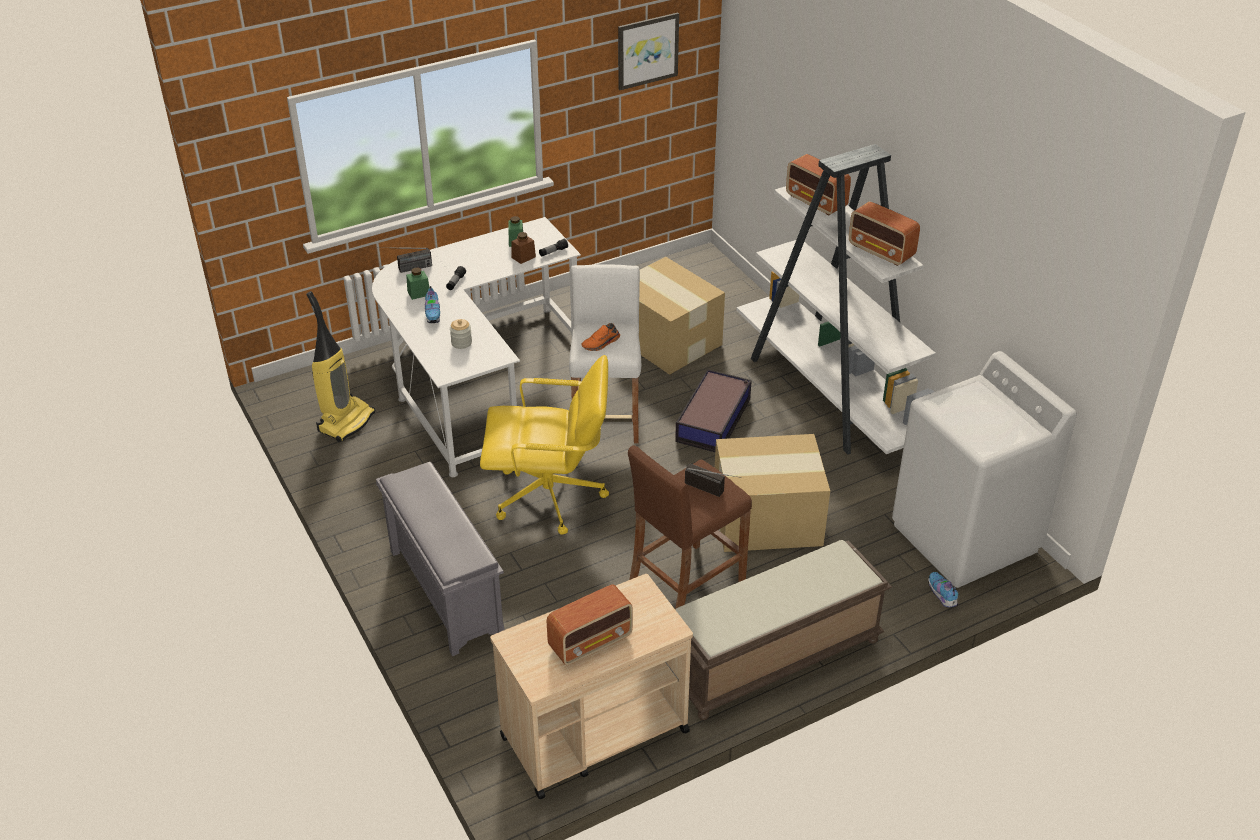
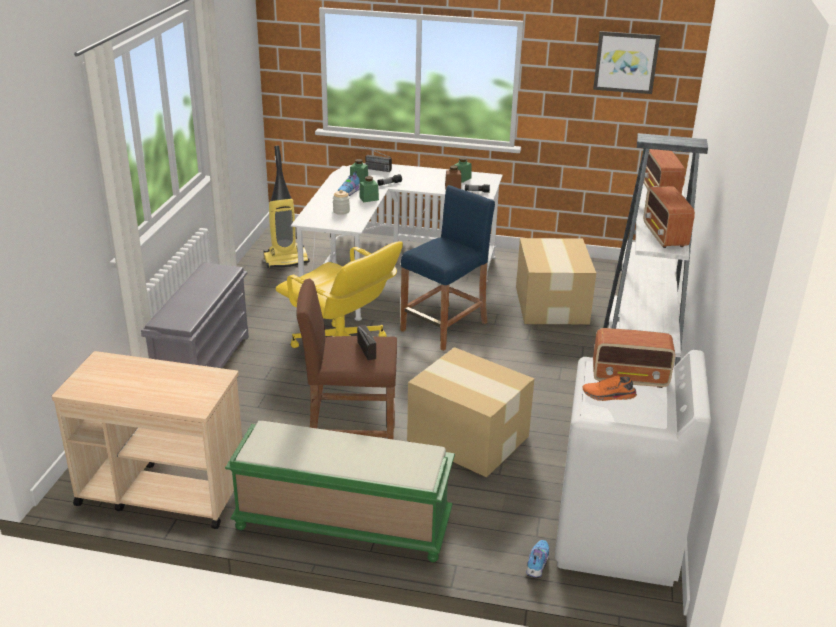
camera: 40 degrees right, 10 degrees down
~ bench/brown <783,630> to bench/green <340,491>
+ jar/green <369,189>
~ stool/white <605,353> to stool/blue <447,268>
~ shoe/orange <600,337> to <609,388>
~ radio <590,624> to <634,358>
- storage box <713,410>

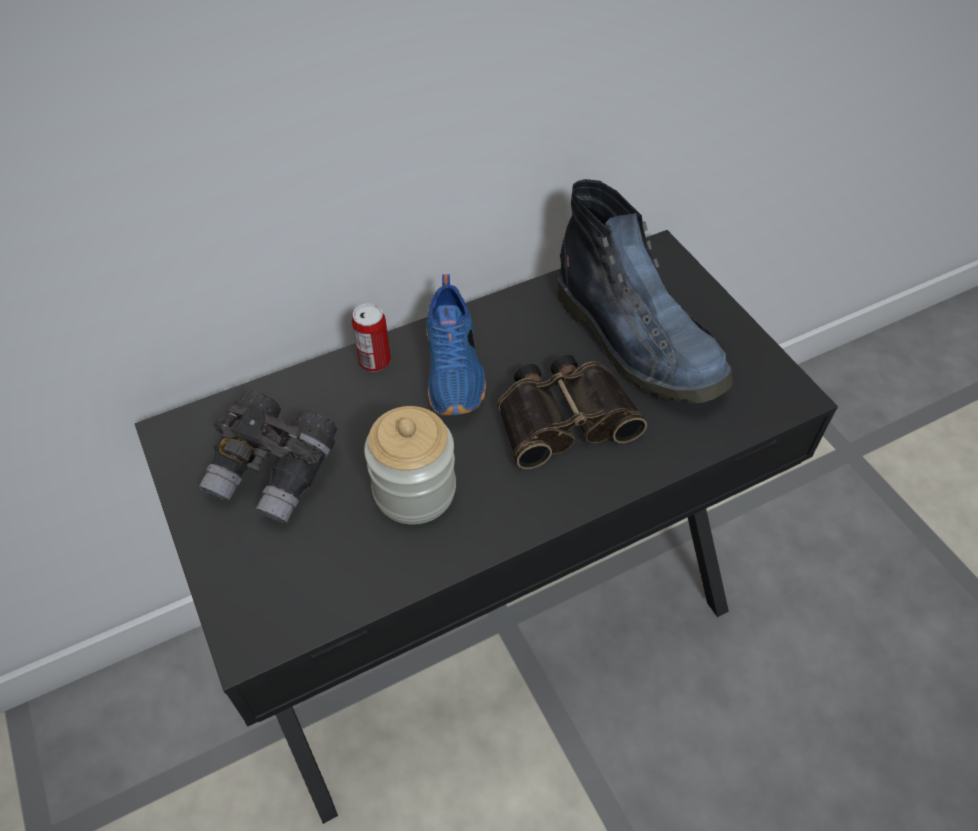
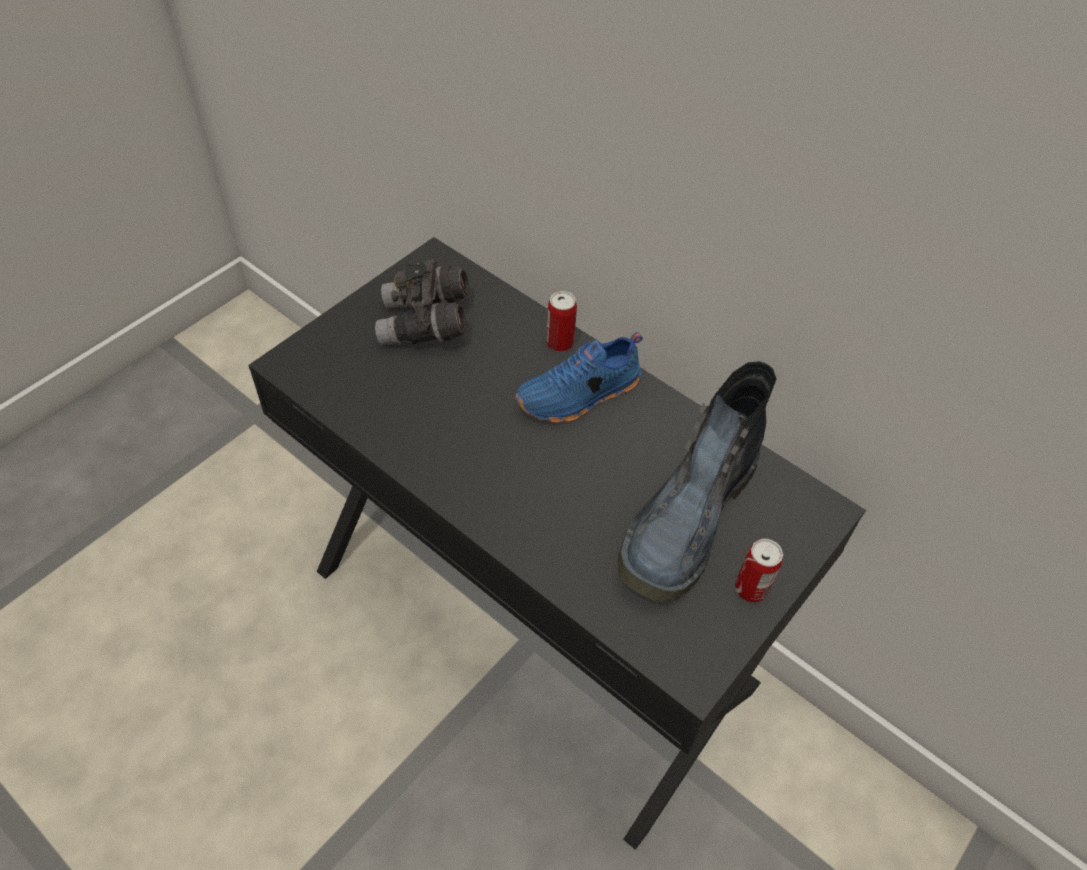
camera: 65 degrees right, 0 degrees up
+ can <759,571>
- jar <410,465>
- binoculars <572,412>

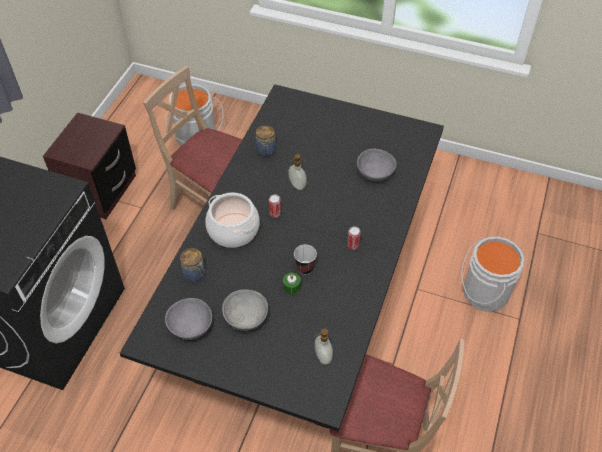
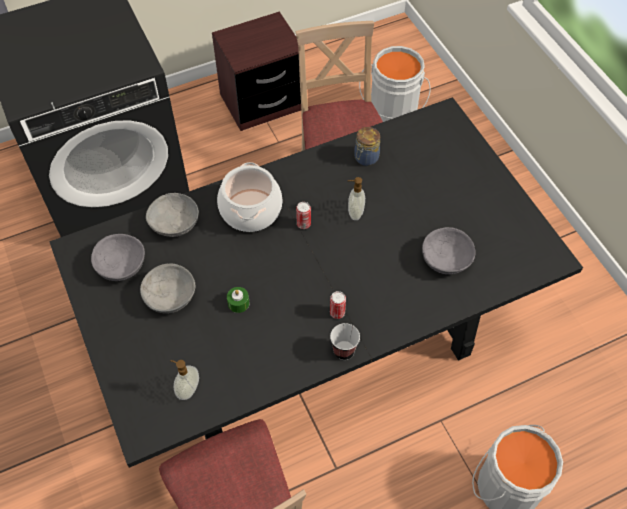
camera: 45 degrees right, 5 degrees up
~ jar <192,265> to bowl/grey <172,215>
~ cup <305,260> to <345,341>

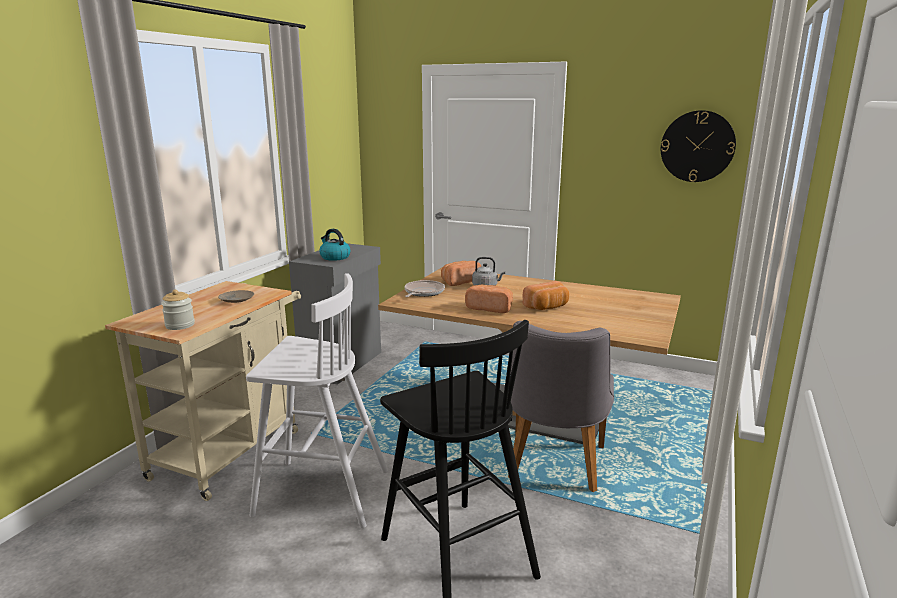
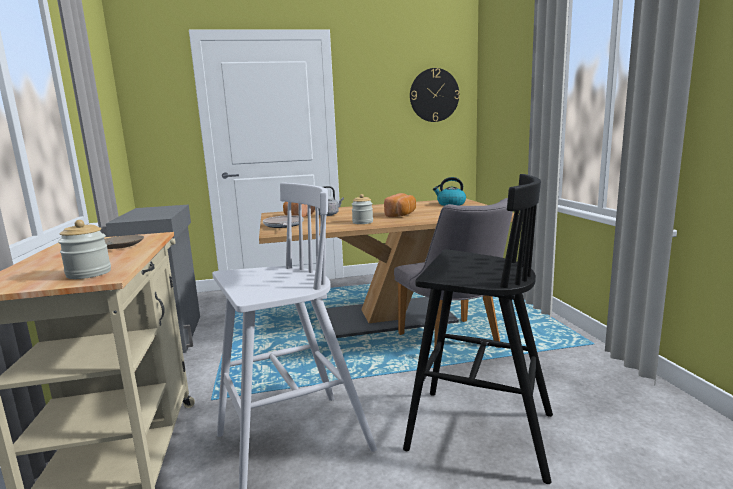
camera: 35 degrees left, 5 degrees down
~ bread <489,299> to jar <362,209>
~ kettle <334,245> to <449,191>

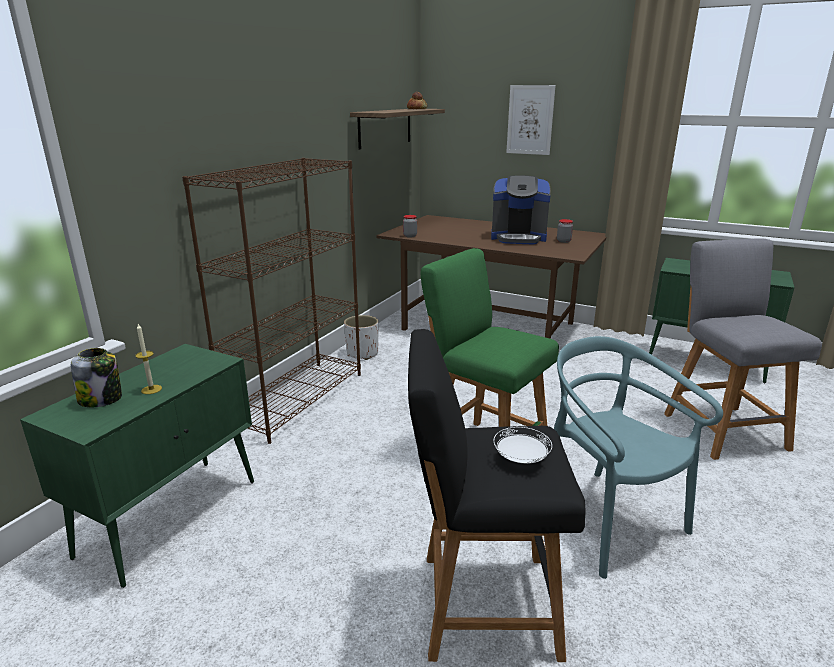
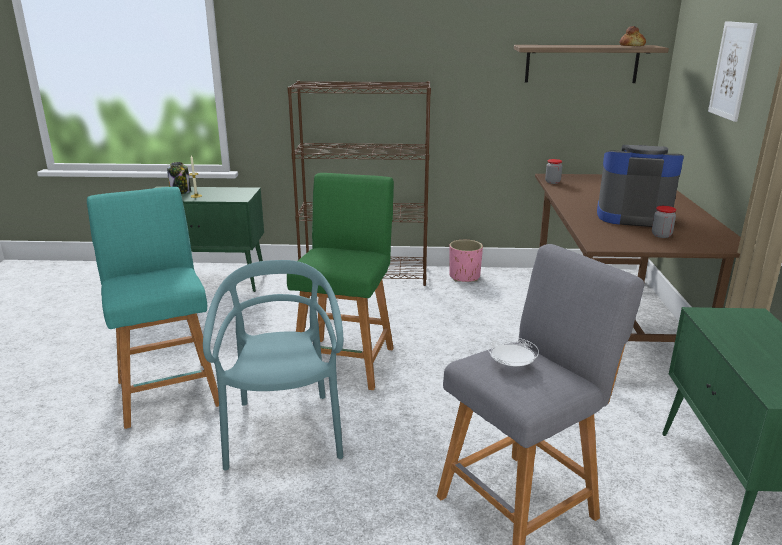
camera: 65 degrees right, 0 degrees up
~ stool/black <497,495> to stool/turquoise <153,308>
~ chair/turquoise <638,457> = <273,365> 45 degrees counterclockwise
~ planter/white <361,337> to planter/pink <466,261>
~ plate/white <523,445> to <513,351>
~ coffee machine <521,209> = <640,186> 120 degrees clockwise

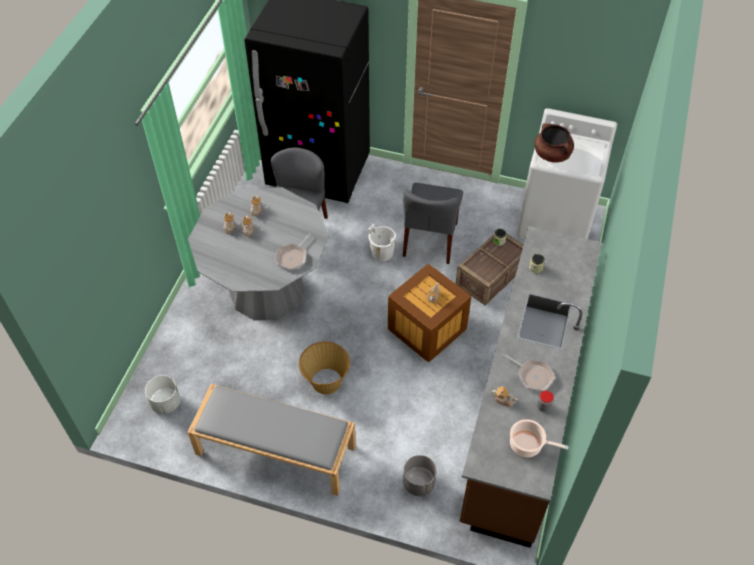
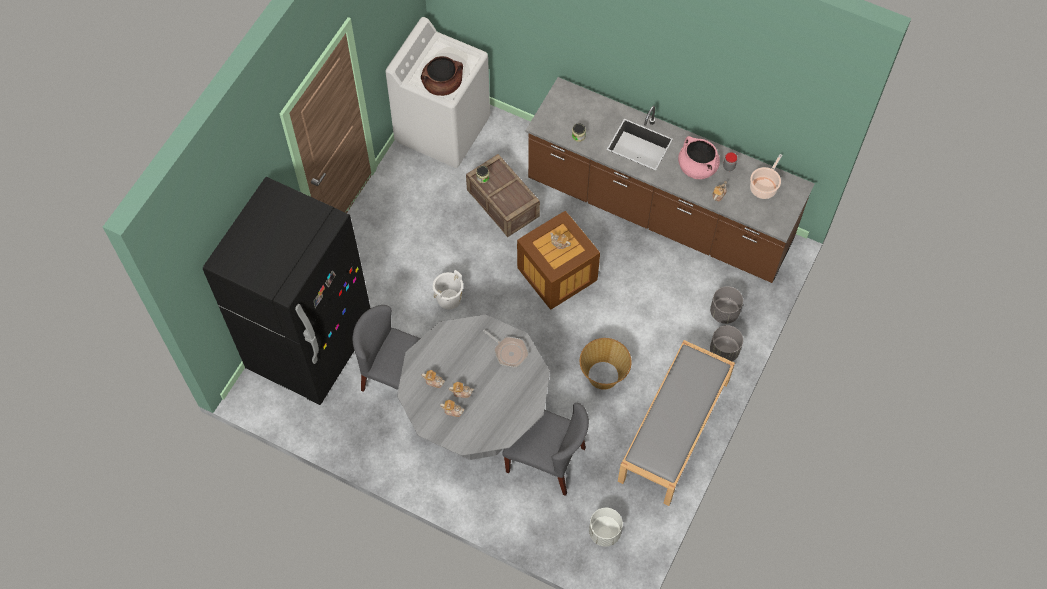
camera: 80 degrees left, 10 degrees up
~ chair/grey <433,223> to <545,449>
~ frying pan <529,372> to cooking pot/pink <699,157>
+ planter/grey <726,343>

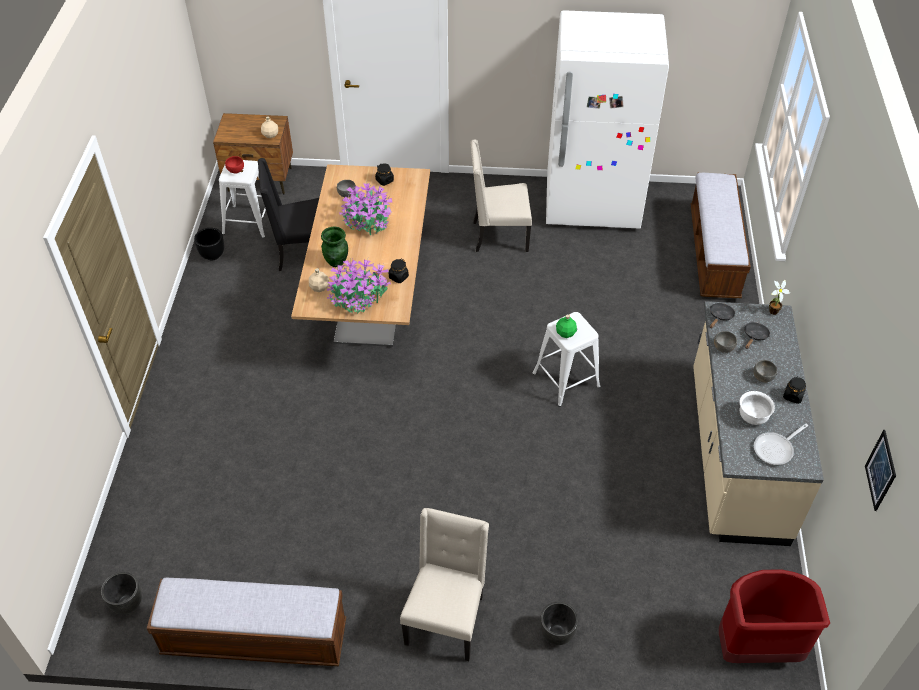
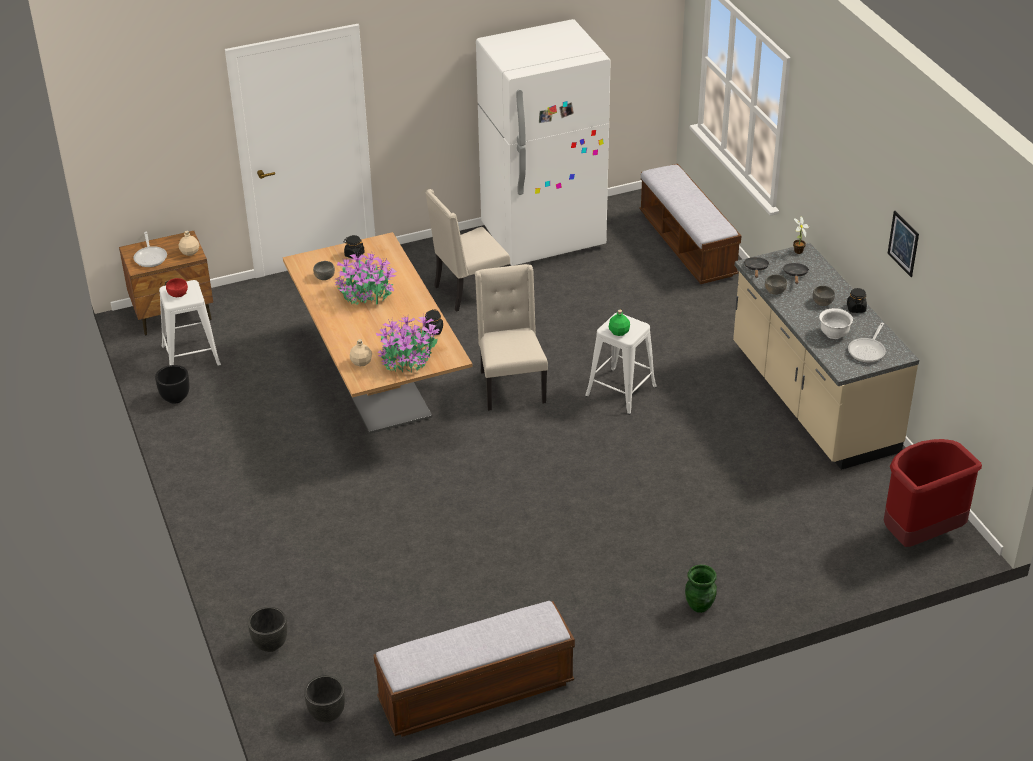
camera: 25 degrees left, 10 degrees down
+ frying pan <150,249>
~ planter/black <559,623> to <267,629>
~ chair/beige <444,584> to <511,337>
~ vase/green <334,246> to <701,589>
~ picture <880,470> to <903,244>
- chair/black <288,214>

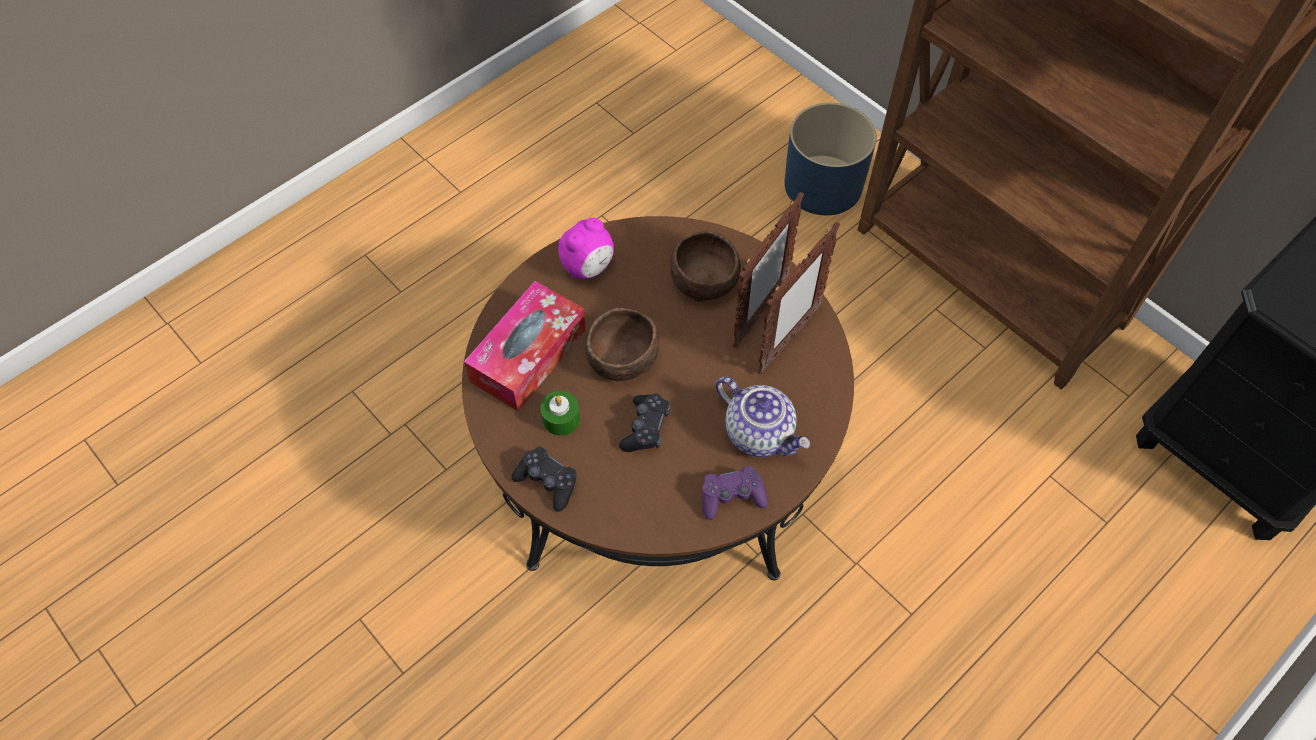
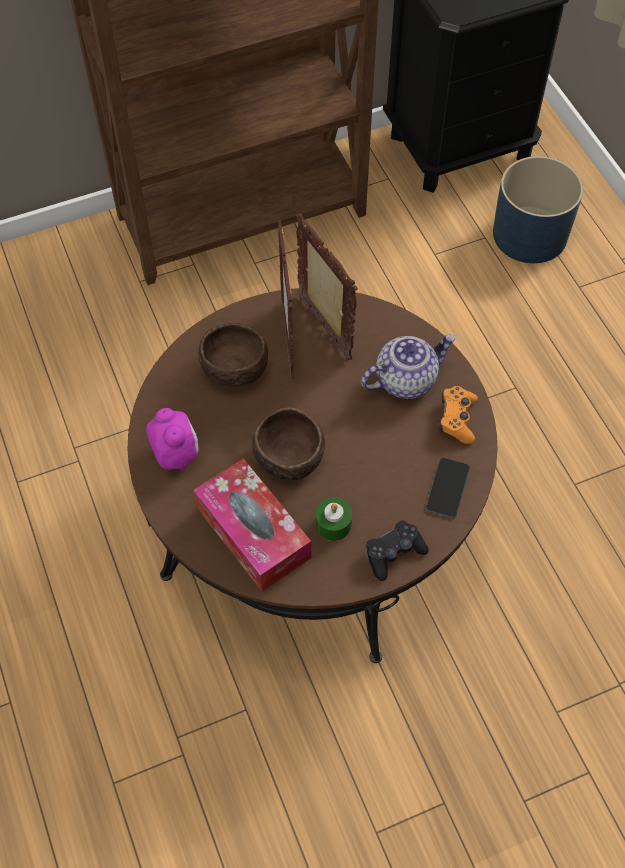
camera: 70 degrees left, 0 degrees up
~ picture frame <768,270> = <286,299> 150 degrees counterclockwise
+ phone <448,488>
~ game controller/purple <735,493> to game controller/orange <458,415>
~ planter/blue <830,159> to <538,209>
- game controller/black <644,423>

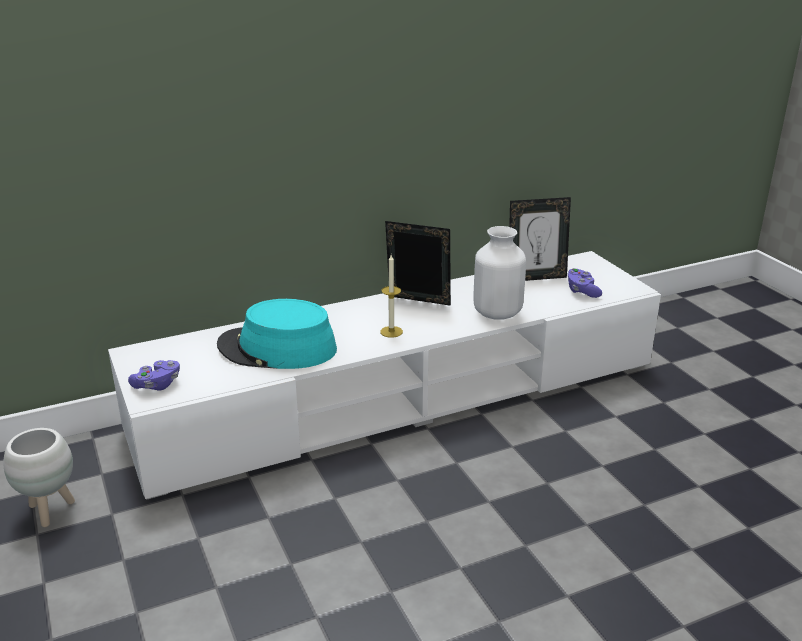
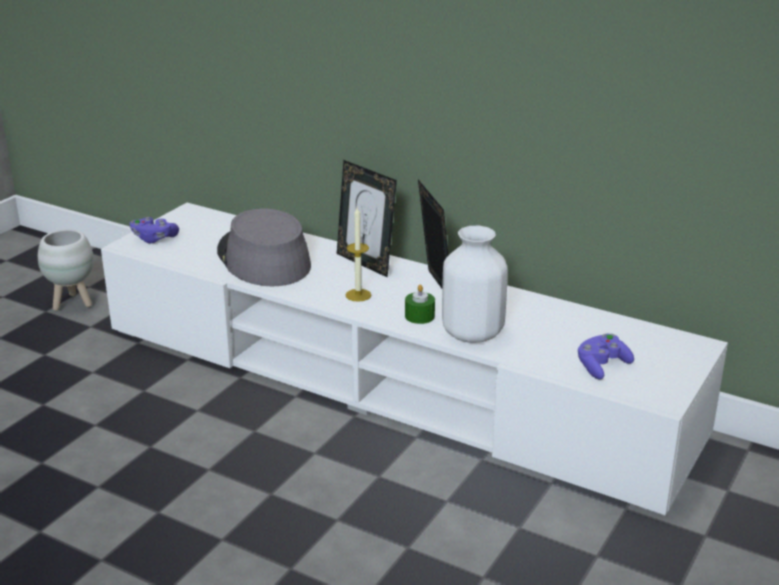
camera: 55 degrees right, 0 degrees up
~ hat/turquoise <277,334> to hat/grey <264,247>
~ picture frame <540,239> to <367,219>
+ candle/green <420,304>

